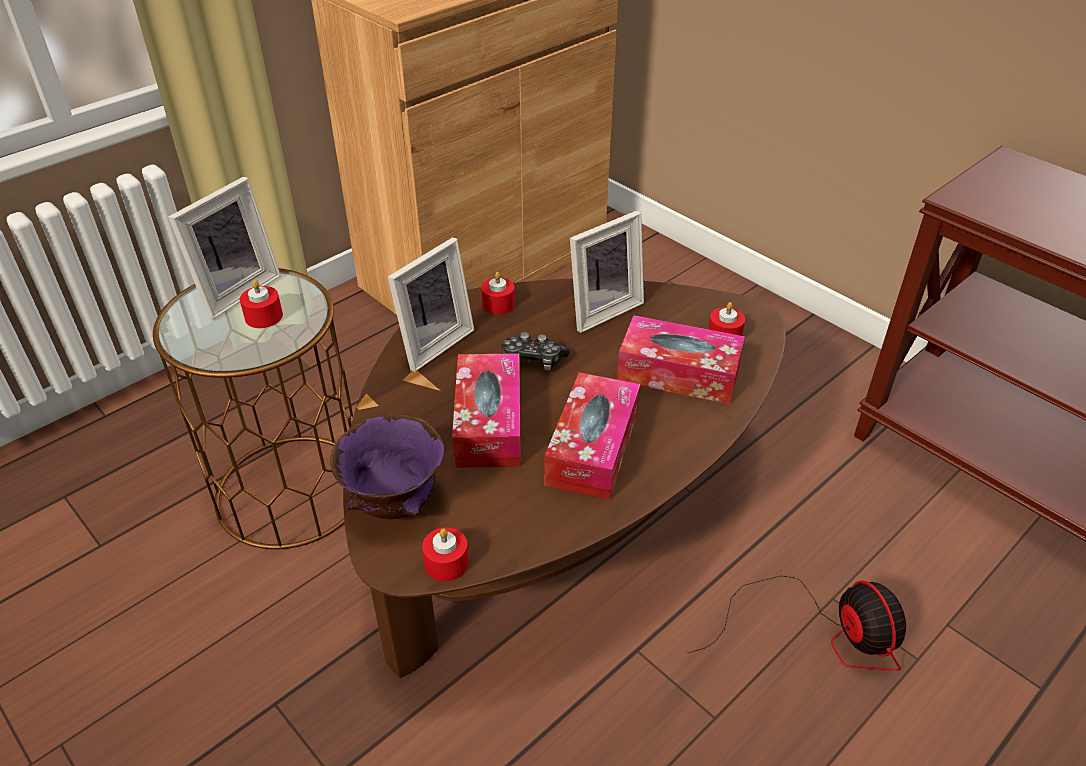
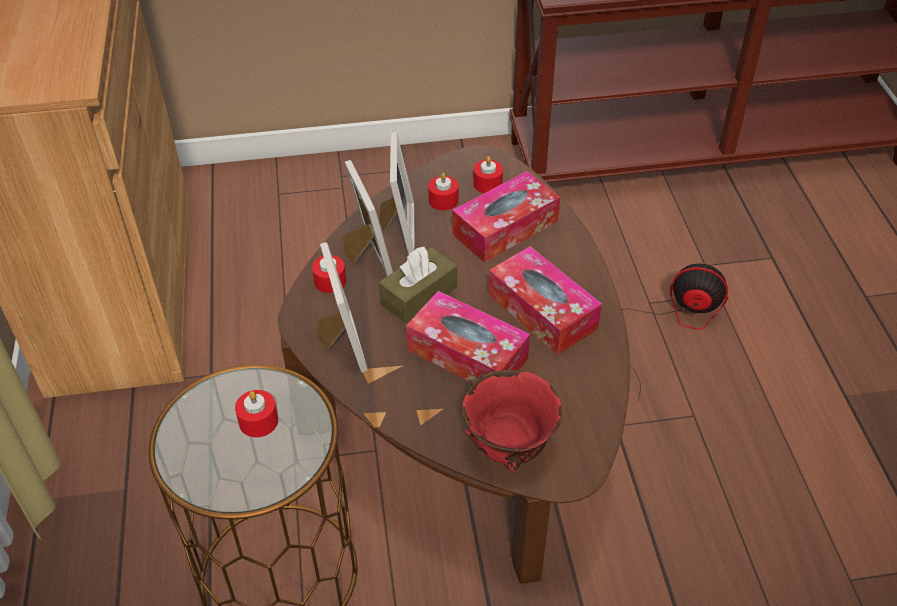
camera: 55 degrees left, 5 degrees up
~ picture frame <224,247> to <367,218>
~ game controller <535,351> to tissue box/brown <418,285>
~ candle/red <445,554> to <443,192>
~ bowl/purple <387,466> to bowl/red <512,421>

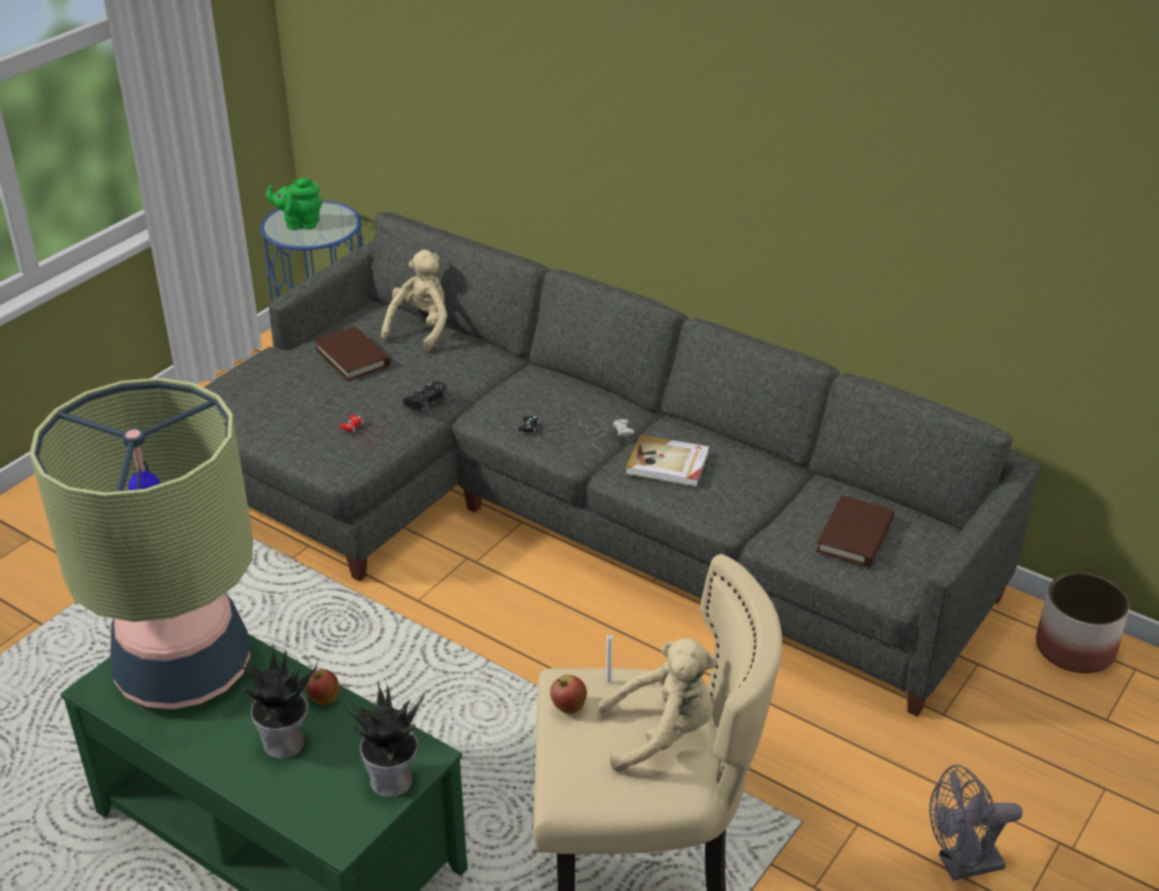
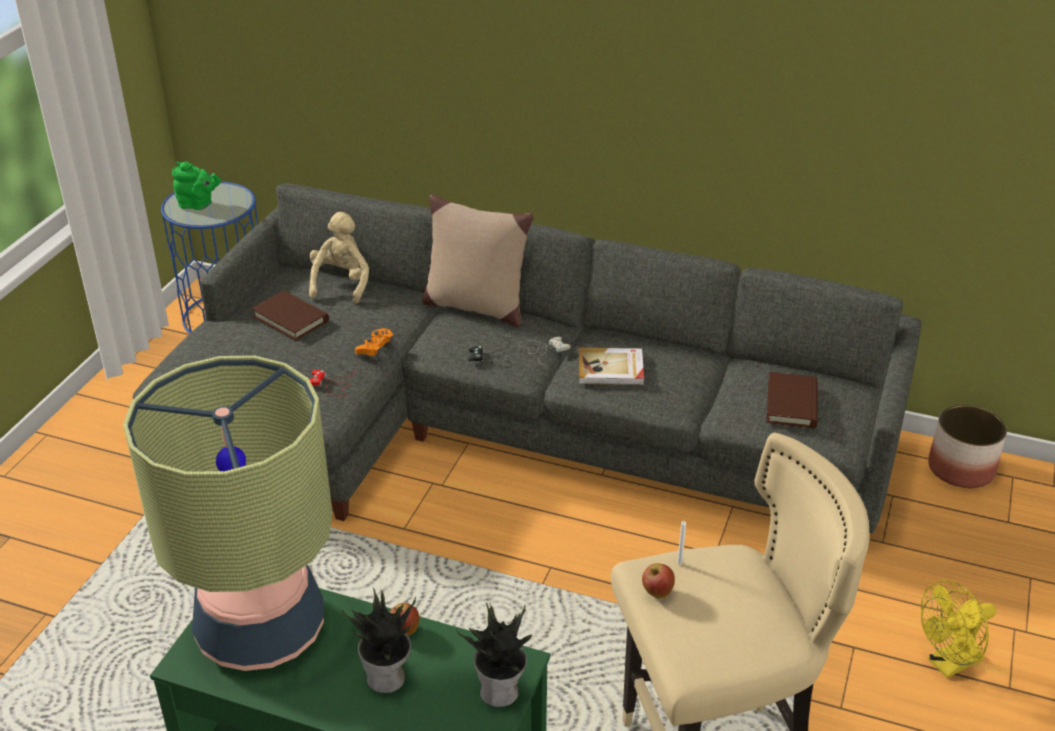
camera: 15 degrees left, 0 degrees up
~ teapot/green <294,204> = <196,186> 150 degrees counterclockwise
~ game controller/black <426,398> to game controller/orange <375,343>
+ pillow/beige <477,260>
~ fan/grey <976,822> to fan/yellow <958,629>
- plush toy/beige <657,705>

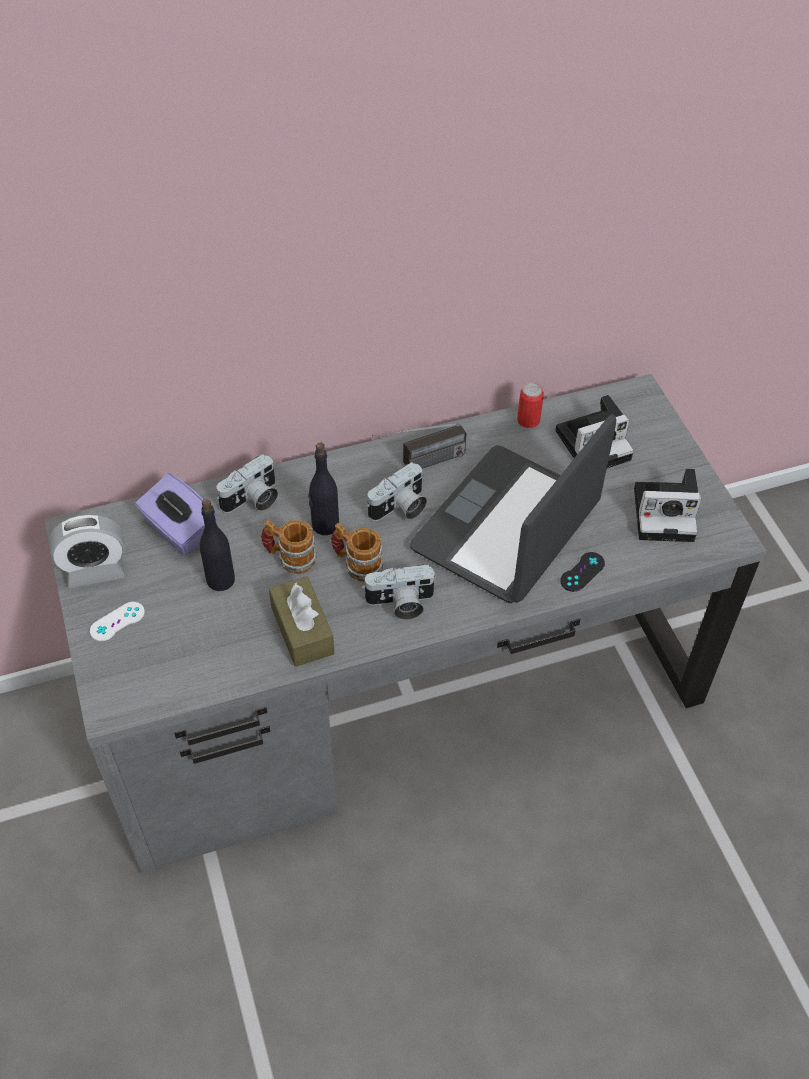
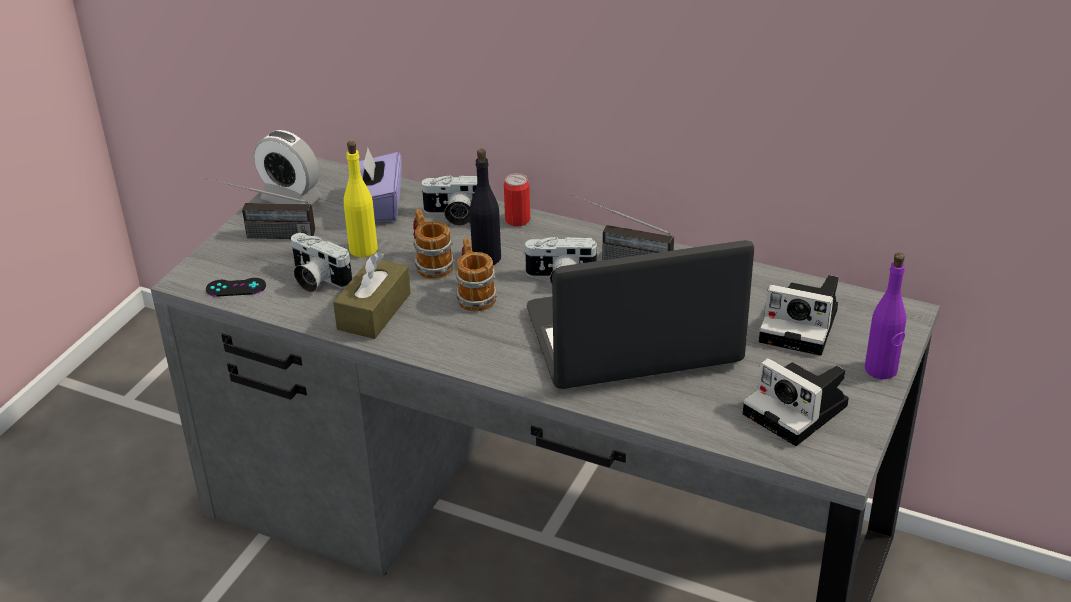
camera: 45 degrees right, 15 degrees down
~ game controller/white <117,621> to radio <260,208>
~ game controller/black <582,572> to <236,287>
~ photo camera <399,592> to <321,262>
~ bottle/black <217,545> to bottle/yellow <361,199>
~ can <530,405> to <517,199>
+ bottle/purple <885,316>

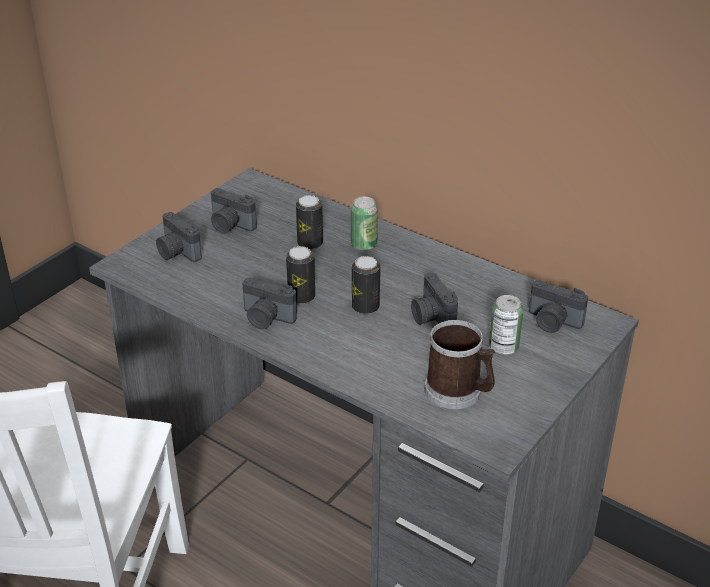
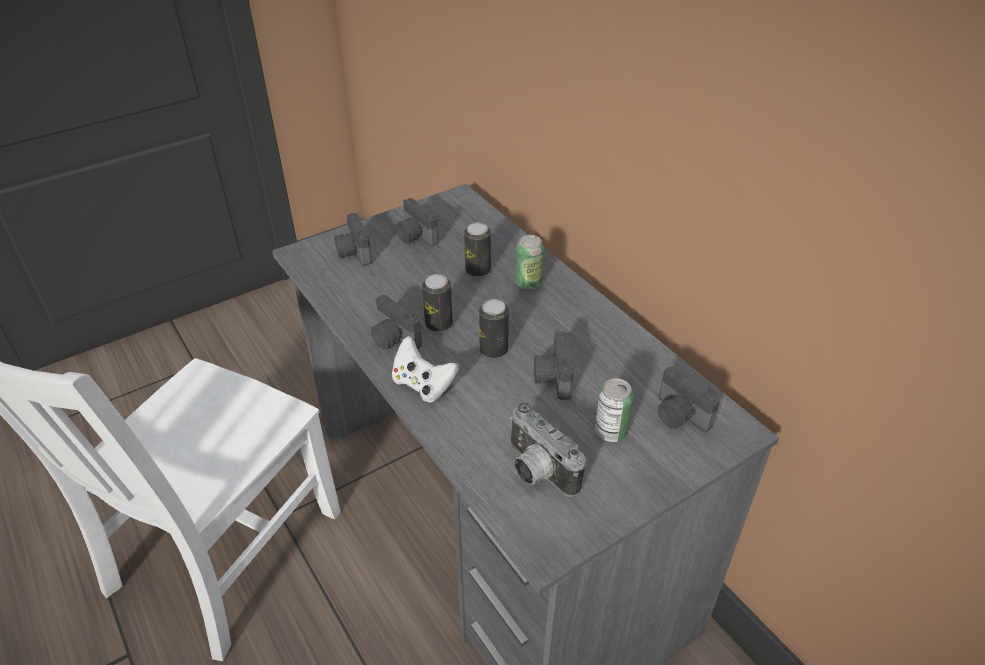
camera: 20 degrees right, 5 degrees up
+ game controller/white <425,369>
~ mug <459,364> to photo camera <548,450>

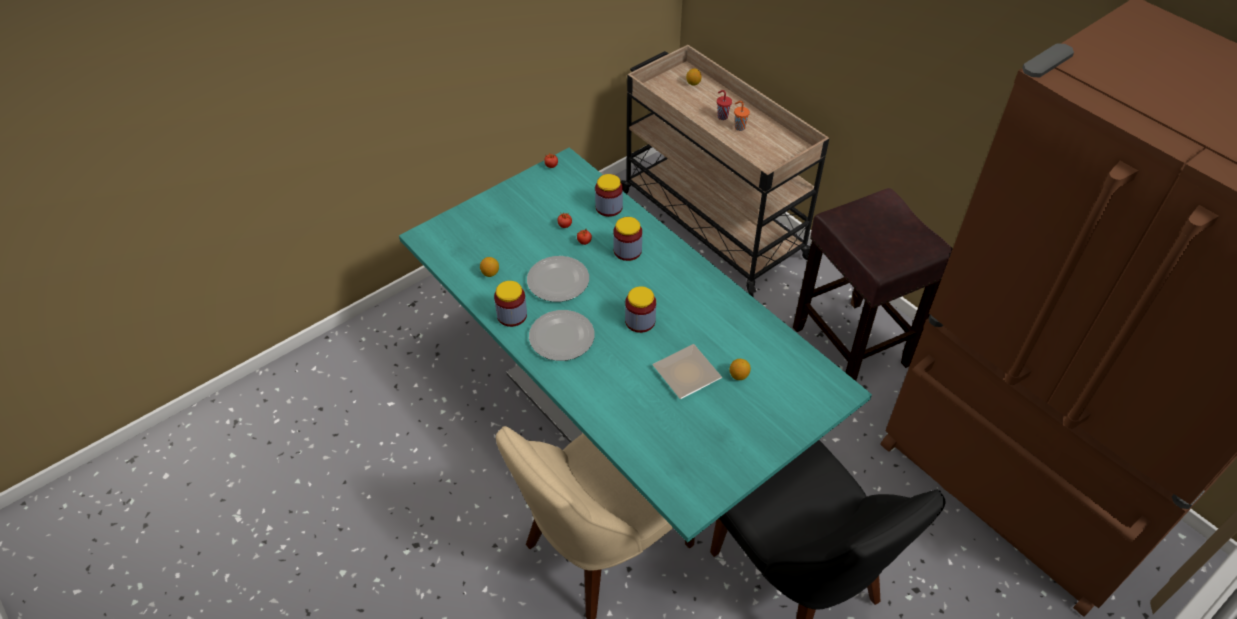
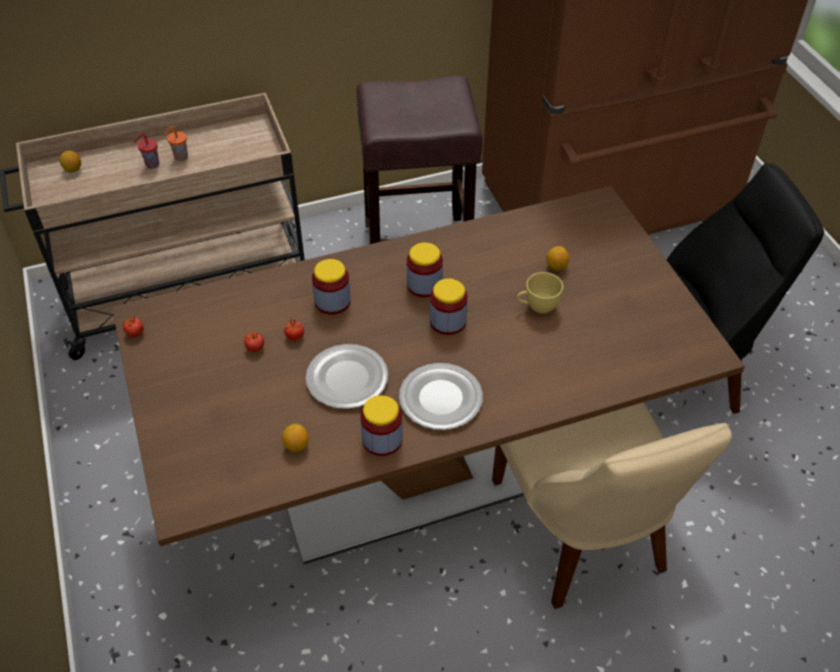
camera: 70 degrees left, 0 degrees up
~ dining table/turquoise <635,345> to dining table/brown <428,375>
~ jar <609,195> to <425,270>
~ plate <687,371> to cup/yellow <540,293>

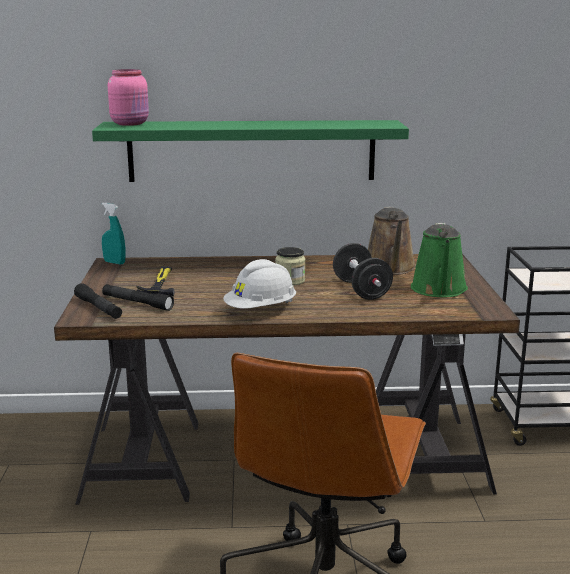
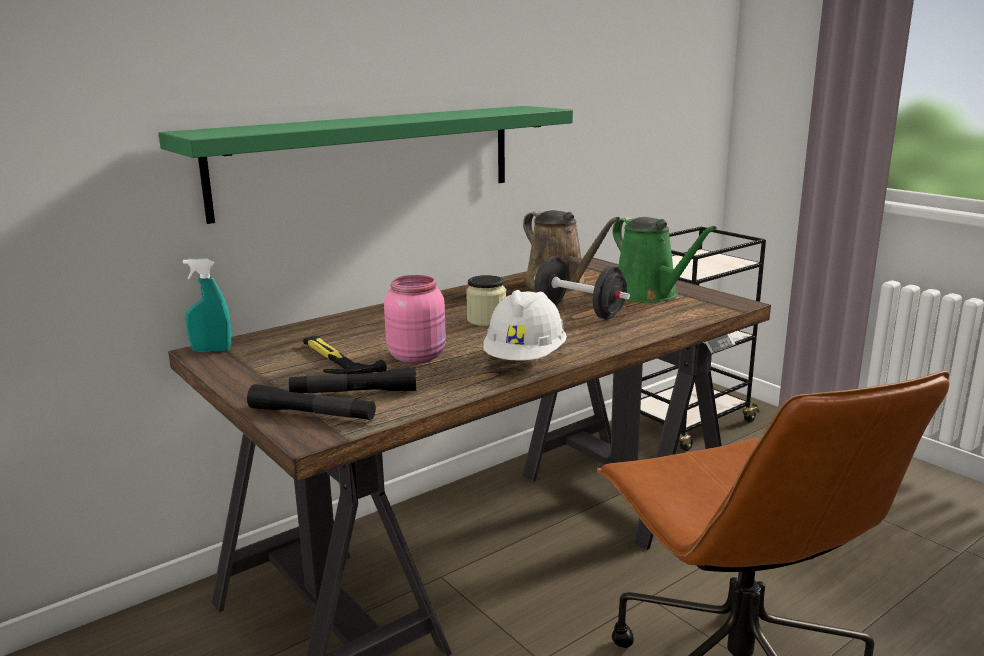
camera: 35 degrees left, 0 degrees up
~ jar/pink <128,97> to <415,319>

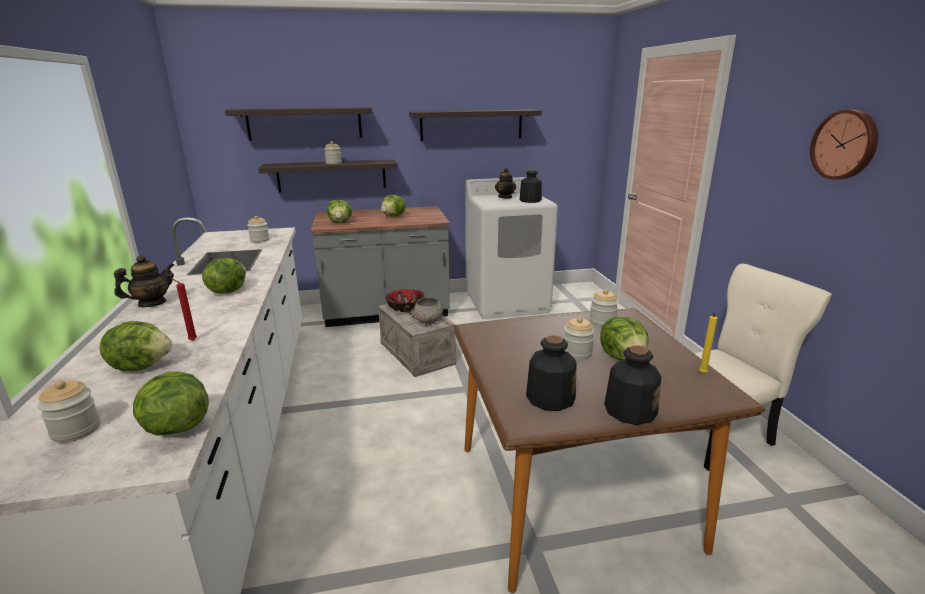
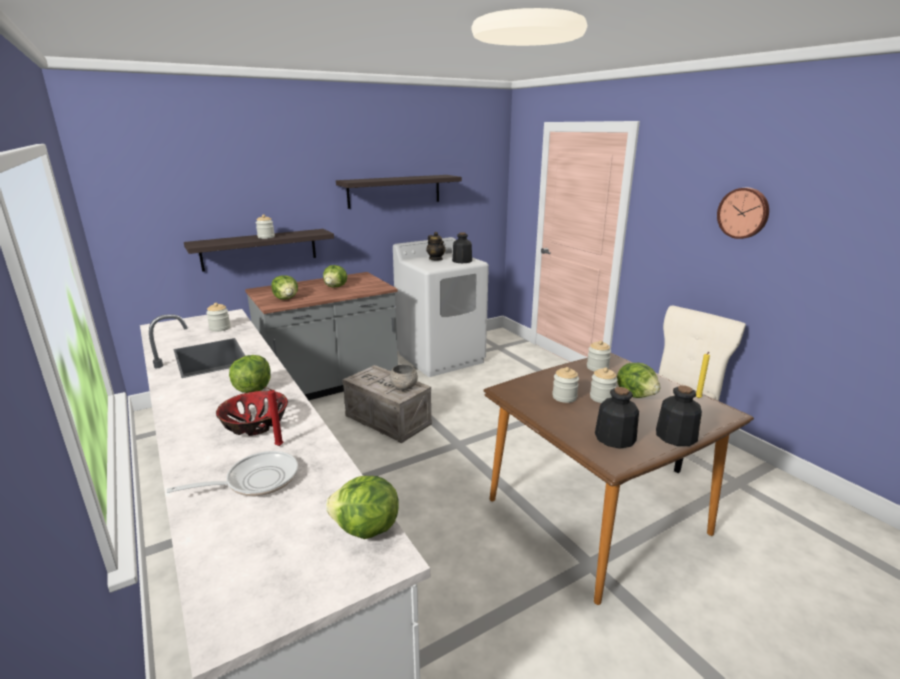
camera: 20 degrees left, 0 degrees up
~ lettuce <136,346> to frying pan <232,473>
~ bowl <405,300> to <252,413>
~ jar <69,411> to <565,385>
- teapot <144,281>
- shelf <298,124>

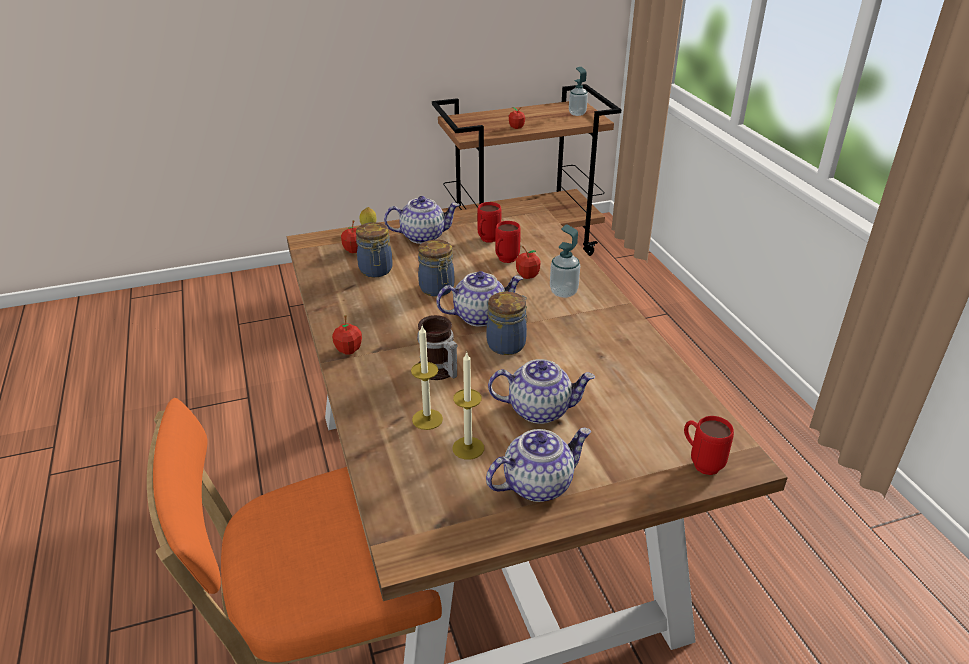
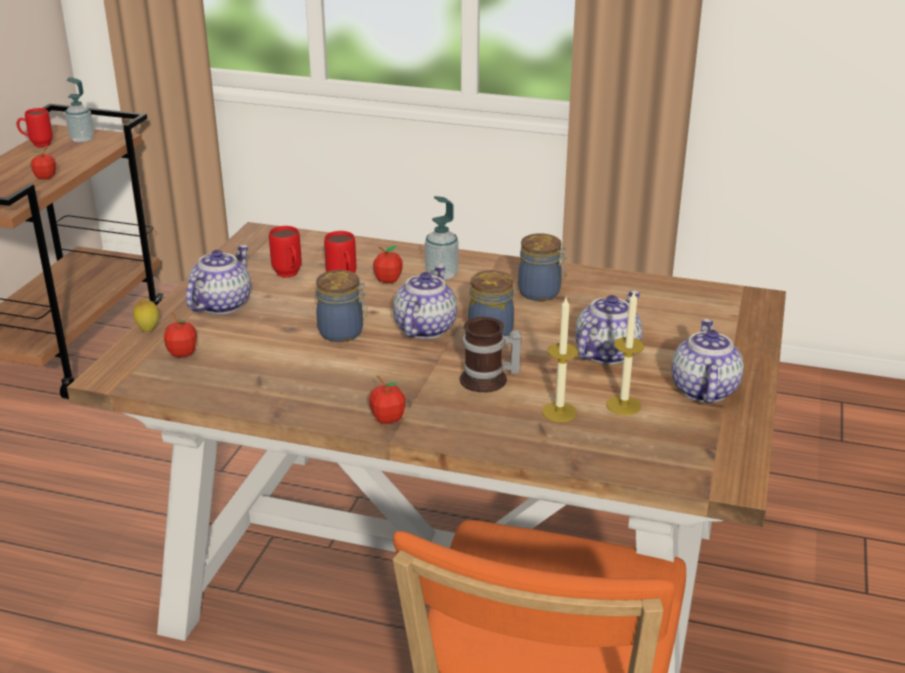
camera: 55 degrees left, 5 degrees down
~ mug/red <709,445> to <35,127>
~ jar <374,249> to <542,267>

